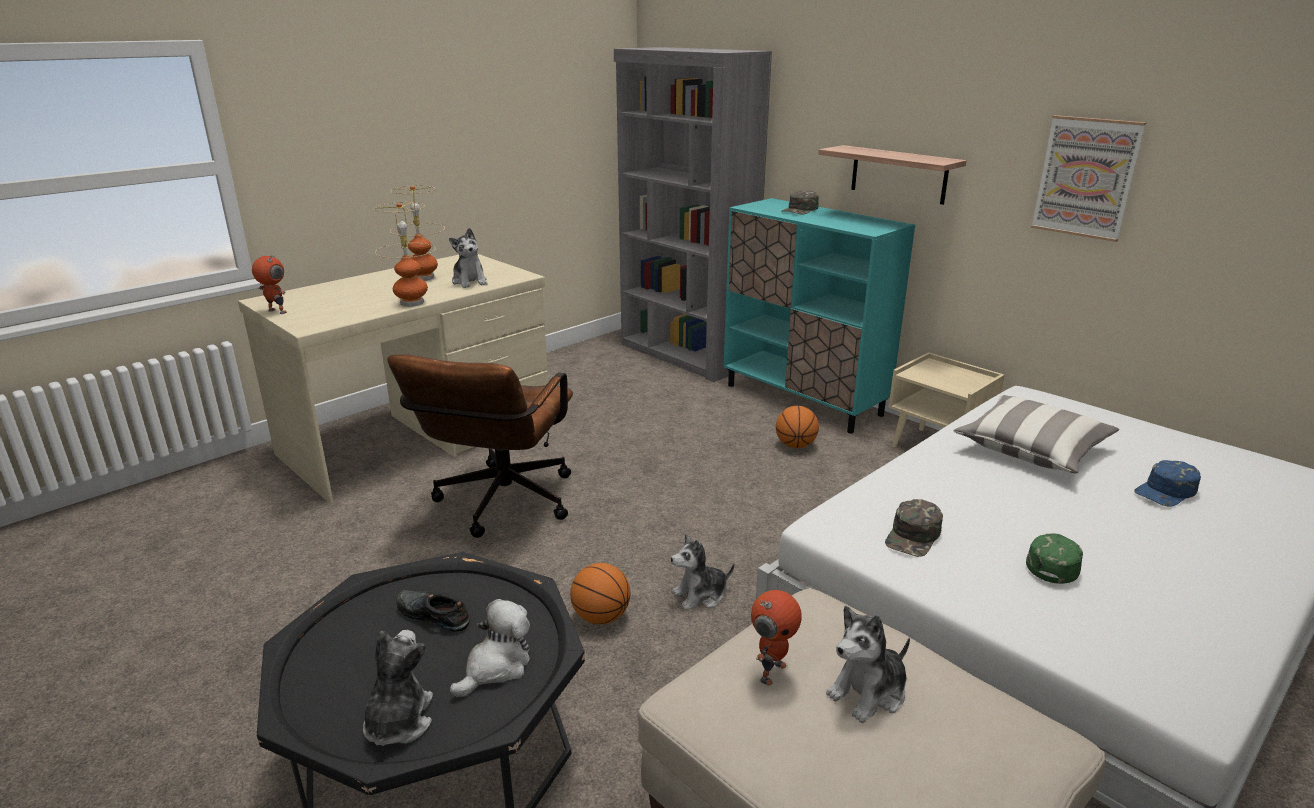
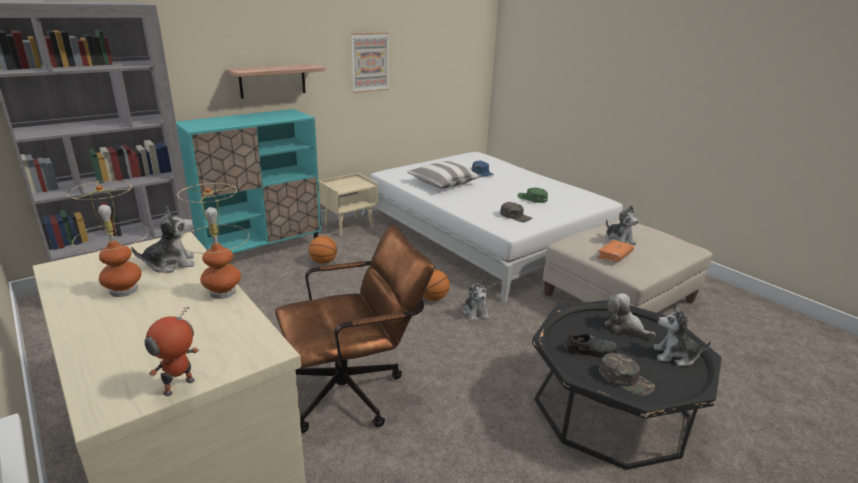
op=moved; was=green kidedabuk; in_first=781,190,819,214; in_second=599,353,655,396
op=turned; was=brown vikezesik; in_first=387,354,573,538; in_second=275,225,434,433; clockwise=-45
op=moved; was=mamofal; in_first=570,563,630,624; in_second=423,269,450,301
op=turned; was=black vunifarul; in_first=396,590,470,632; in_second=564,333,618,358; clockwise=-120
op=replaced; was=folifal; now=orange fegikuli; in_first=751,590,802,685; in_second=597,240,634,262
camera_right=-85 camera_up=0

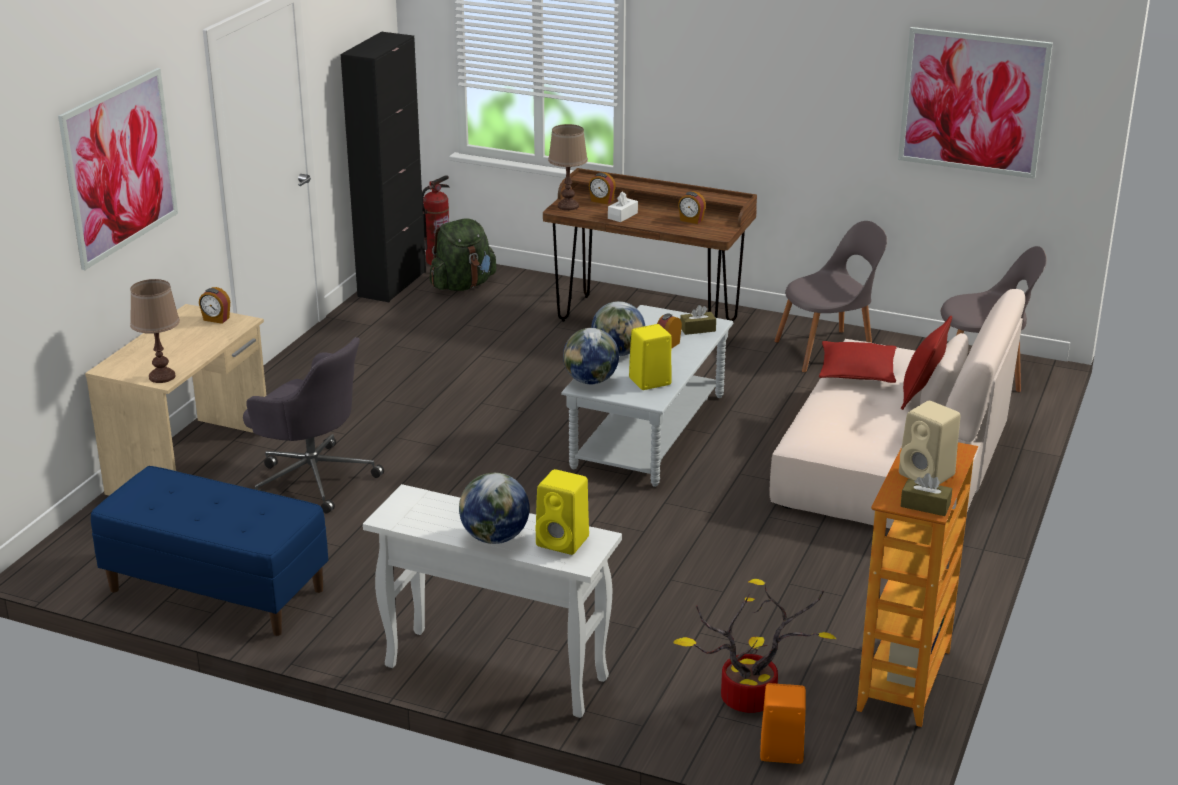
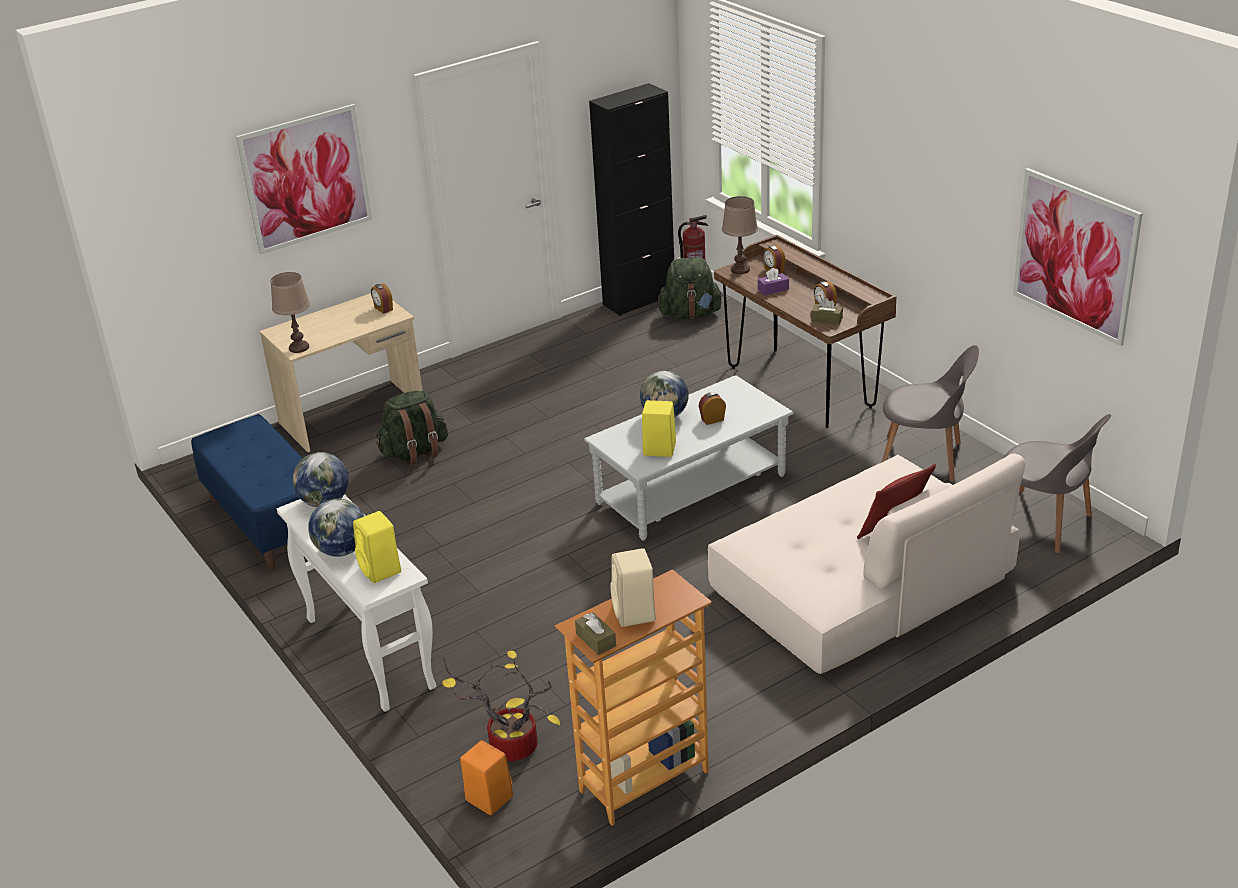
op=recoloured; was=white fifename; now=purple fifename; in_first=608,191,638,222; in_second=758,268,789,295
op=moved; was=brown fifename; in_first=680,305,716,335; in_second=811,298,843,325
op=moved; was=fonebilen; in_first=563,328,619,384; in_second=293,452,349,507
op=replaced; was=grey vikezesik; now=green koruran; in_first=243,337,384,513; in_second=376,391,448,466
op=removed; was=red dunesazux; in_first=819,341,897,383
camera_right=35 camera_up=5

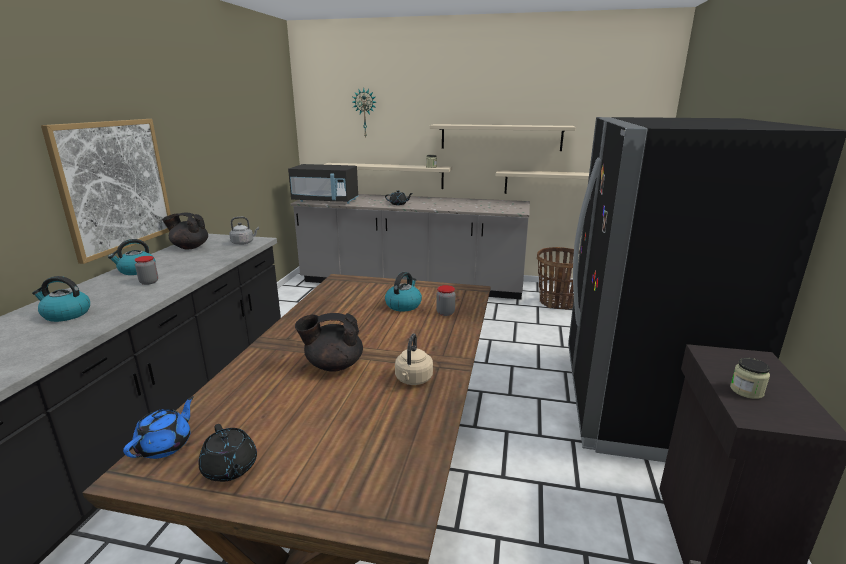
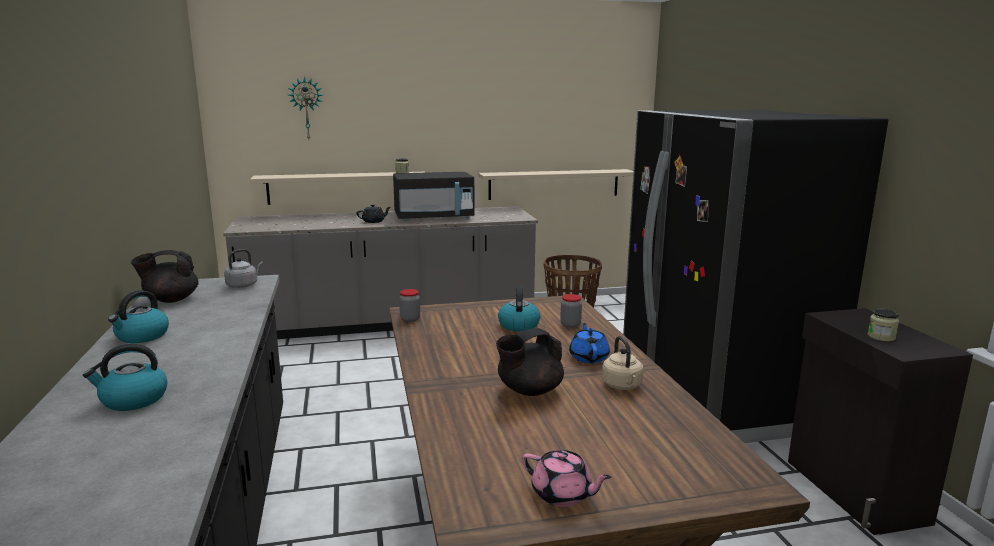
op=removed; was=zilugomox; in_first=41,119,171,264
op=removed; was=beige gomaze; in_first=430,124,576,151
op=moved; was=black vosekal; in_first=288,164,359,204; in_second=393,172,475,221
op=moved; was=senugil; in_first=135,256,158,285; in_second=399,289,420,322
op=moved; was=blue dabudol; in_first=123,396,194,459; in_second=569,323,610,363
op=recoloured; was=black dabudol; now=pink dabudol; in_first=198,424,257,482; in_second=522,450,612,507
camera_right=-25 camera_up=-5

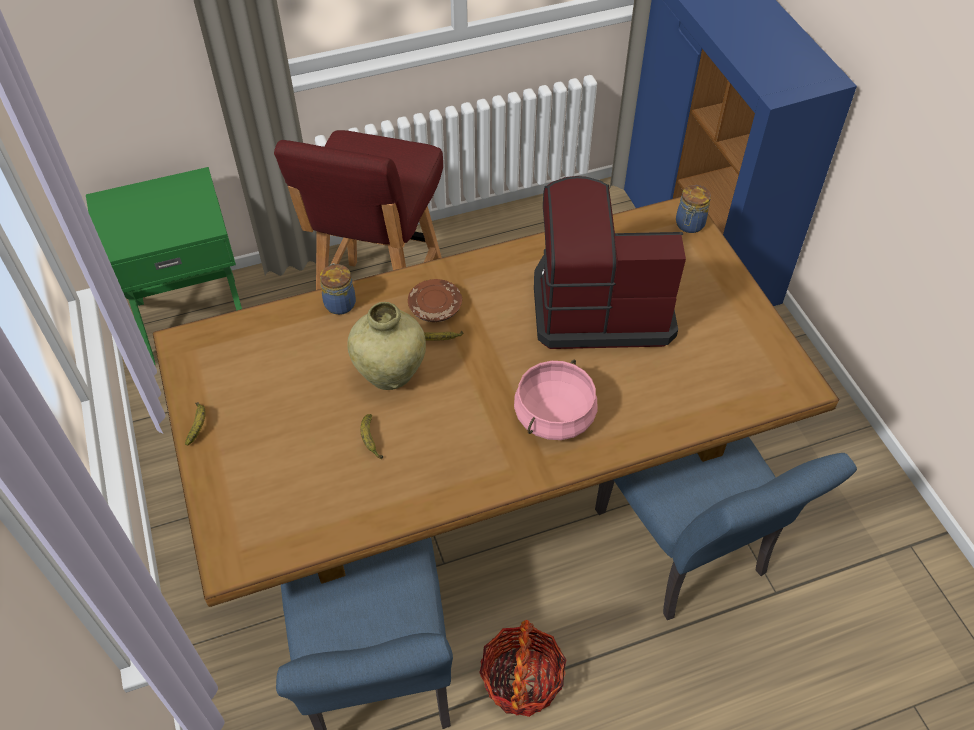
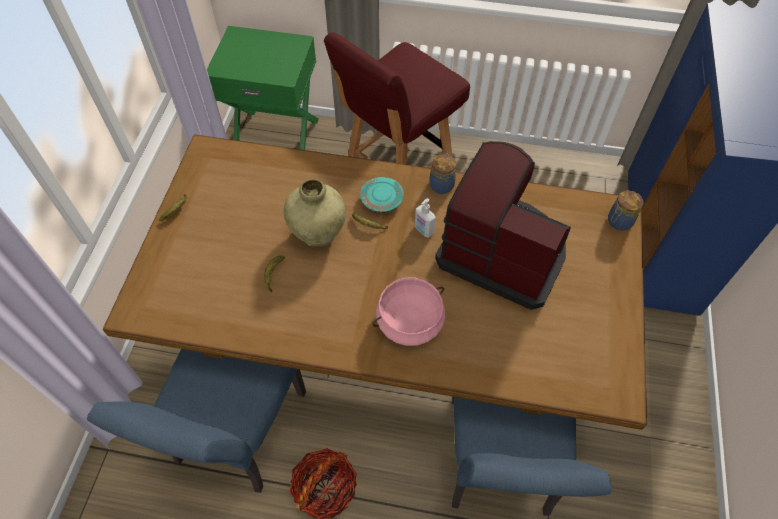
op=moved; was=senugil; in_first=320,263,356,315; in_second=429,153,456,194
op=recoloured; was=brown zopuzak; now=turquoise zopuzak; in_first=408,279,462,322; in_second=360,177,404,213
op=added; now=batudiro; in_second=415,198,436,238
camera_right=30 camera_up=5

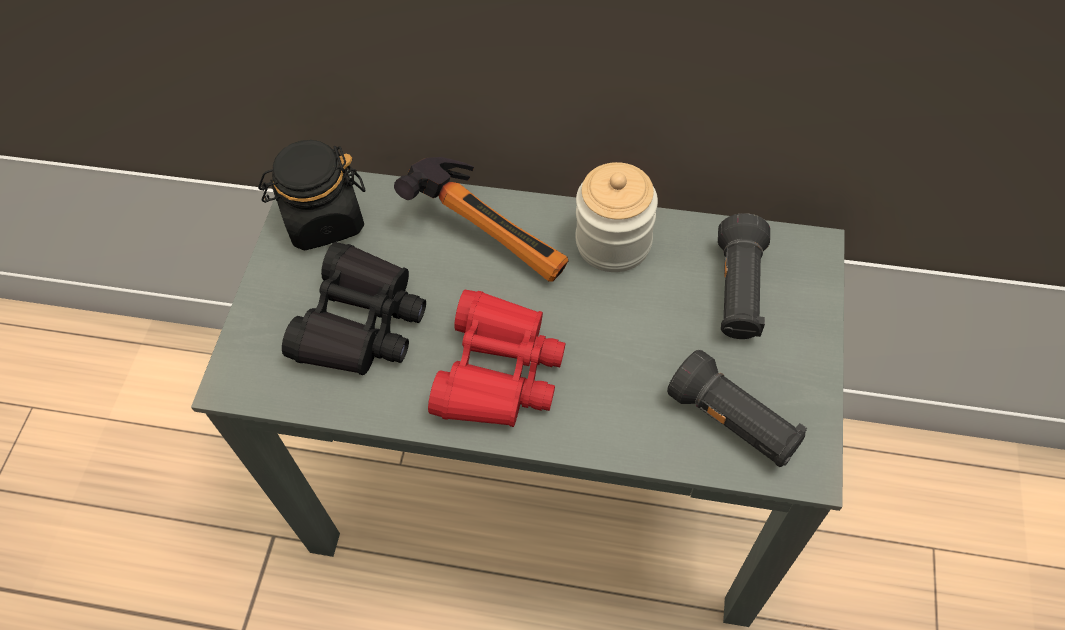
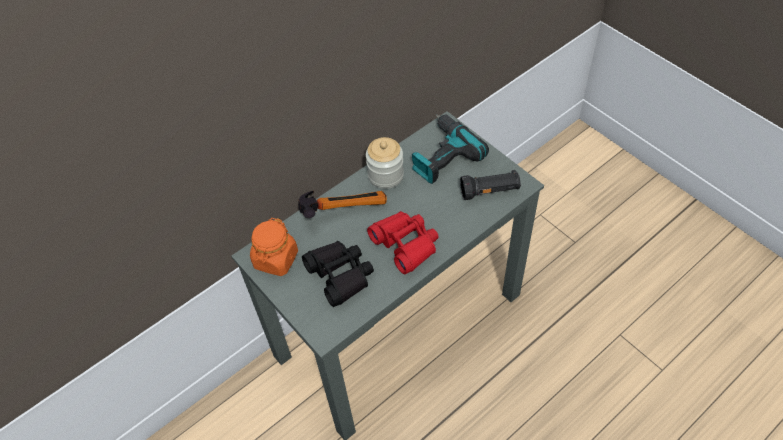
op=recoloured; was=black senugil; now=orange senugil; in_first=258,140,365,250; in_second=250,218,298,276
op=replaced; was=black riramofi; now=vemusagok; in_first=718,213,770,339; in_second=412,115,489,184
camera_right=-50 camera_up=-5

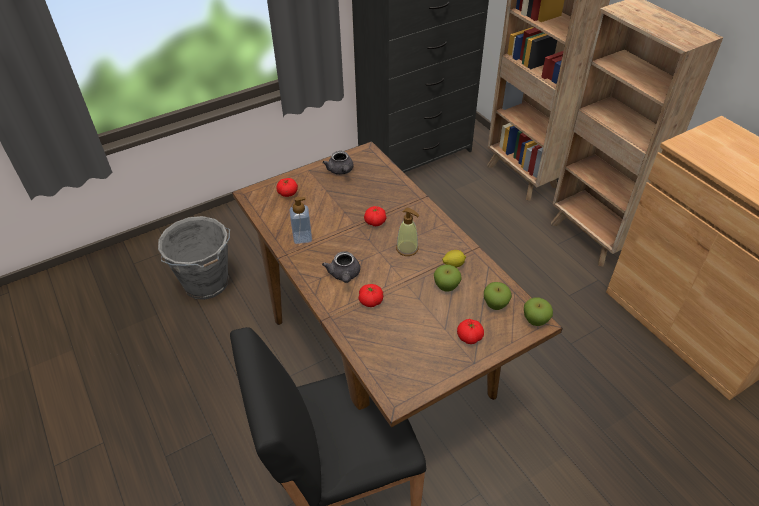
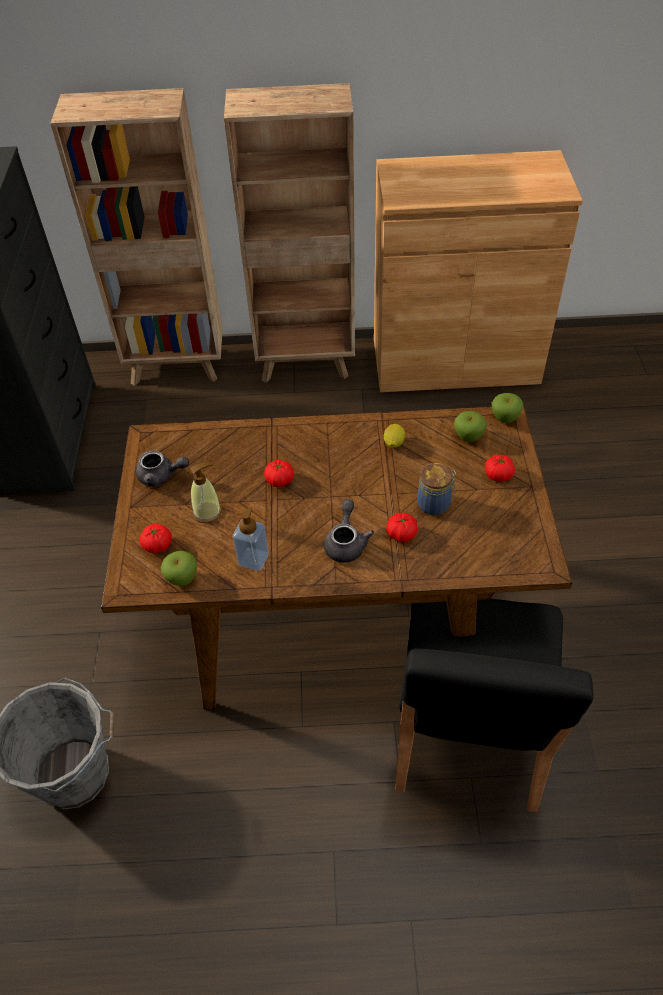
op=moved; was=batudiro; in_first=396,207,420,256; in_second=190,462,222,523
op=turned; was=grey dabudol; in_first=322,252,360,283; in_second=324,499,374,563; clockwise=-105
op=moved; was=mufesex; in_first=434,265,462,291; in_second=160,551,197,586
op=added; now=senugil; in_second=417,463,456,515
camera_right=-60 camera_up=5

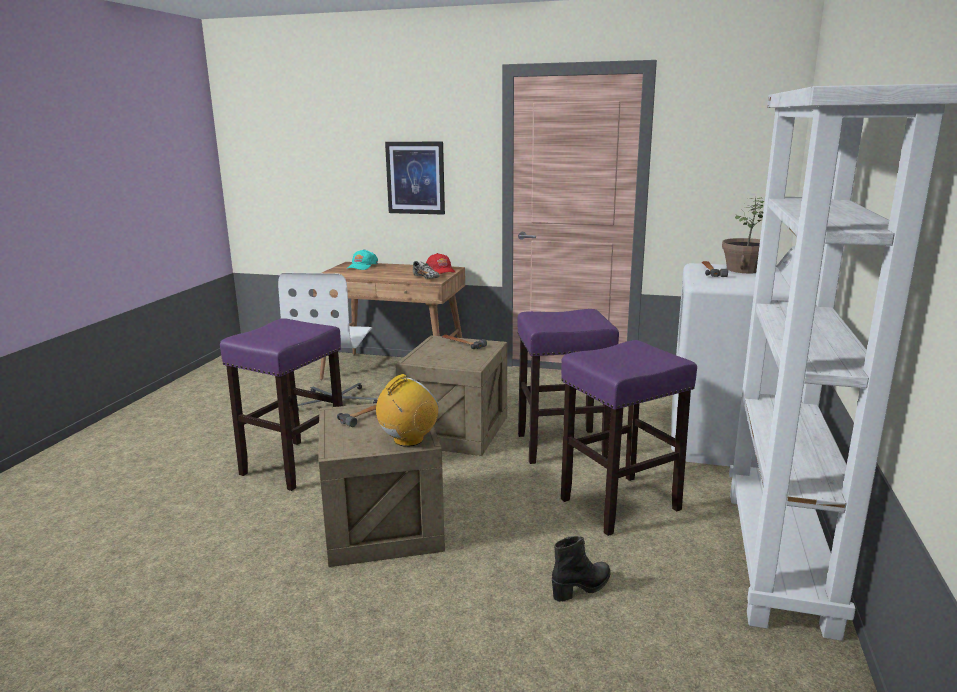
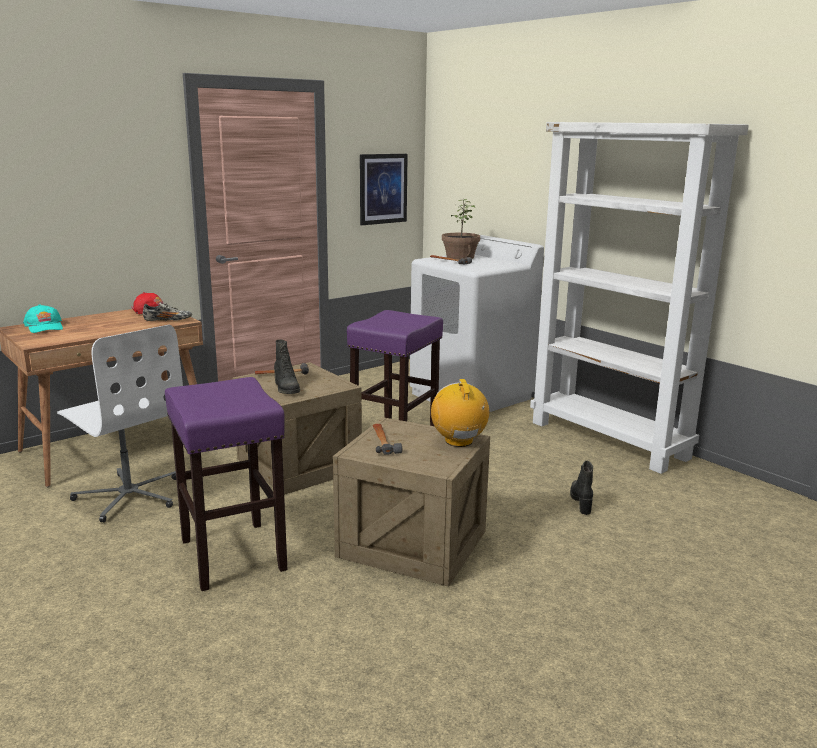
op=moved; was=zilugomox; in_first=385,142,445,215; in_second=360,154,408,225
op=removed; was=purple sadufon; in_first=561,340,697,536
op=added; now=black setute; in_second=274,340,300,394
camera_right=-55 camera_up=0

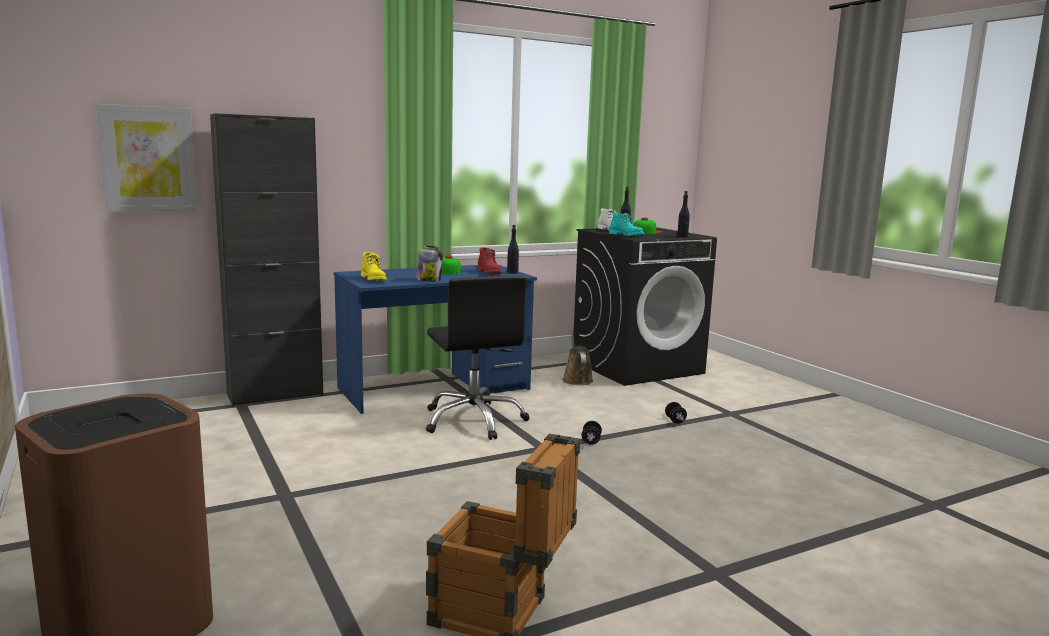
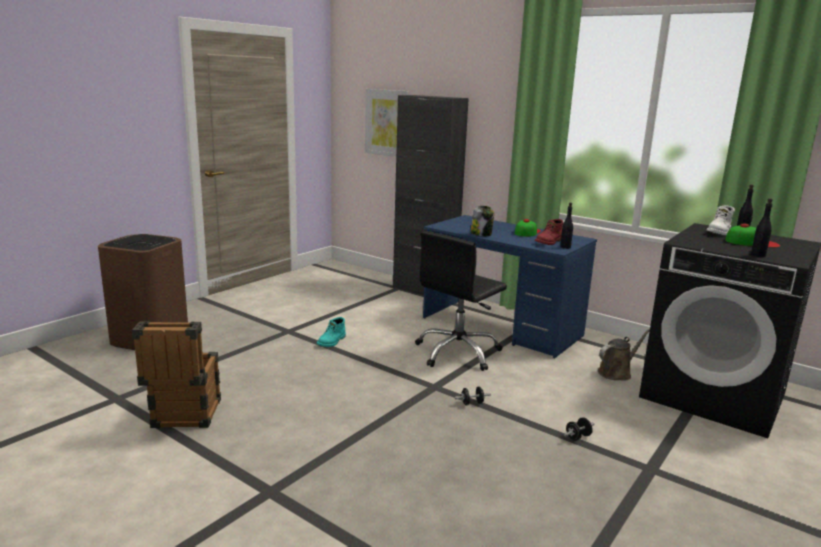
op=moved; was=turquoise setute; in_first=609,213,644,236; in_second=317,317,346,347
op=removed; was=yellow setute; in_first=361,252,387,281
camera_right=65 camera_up=5

